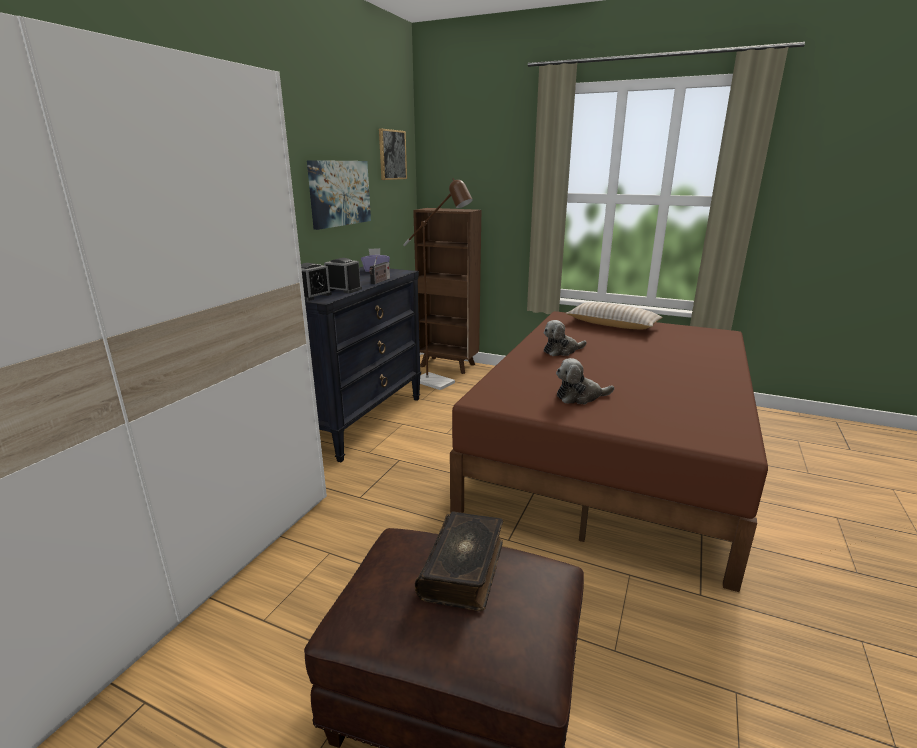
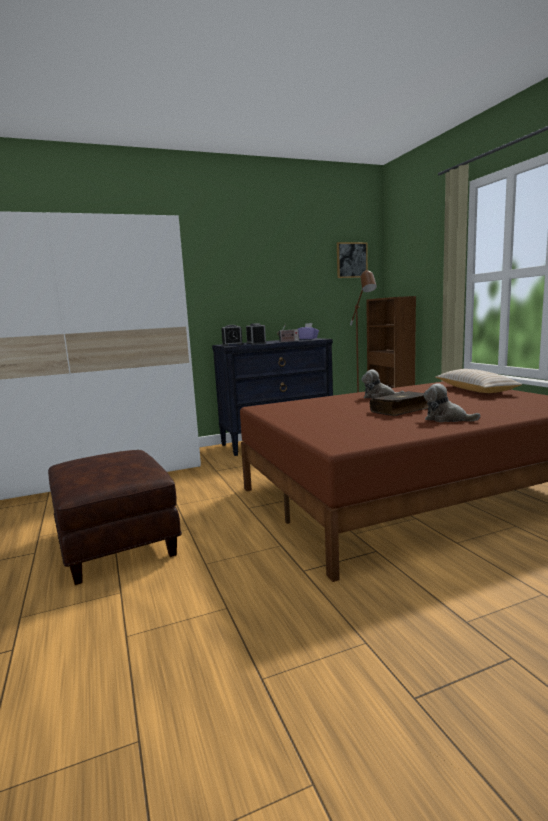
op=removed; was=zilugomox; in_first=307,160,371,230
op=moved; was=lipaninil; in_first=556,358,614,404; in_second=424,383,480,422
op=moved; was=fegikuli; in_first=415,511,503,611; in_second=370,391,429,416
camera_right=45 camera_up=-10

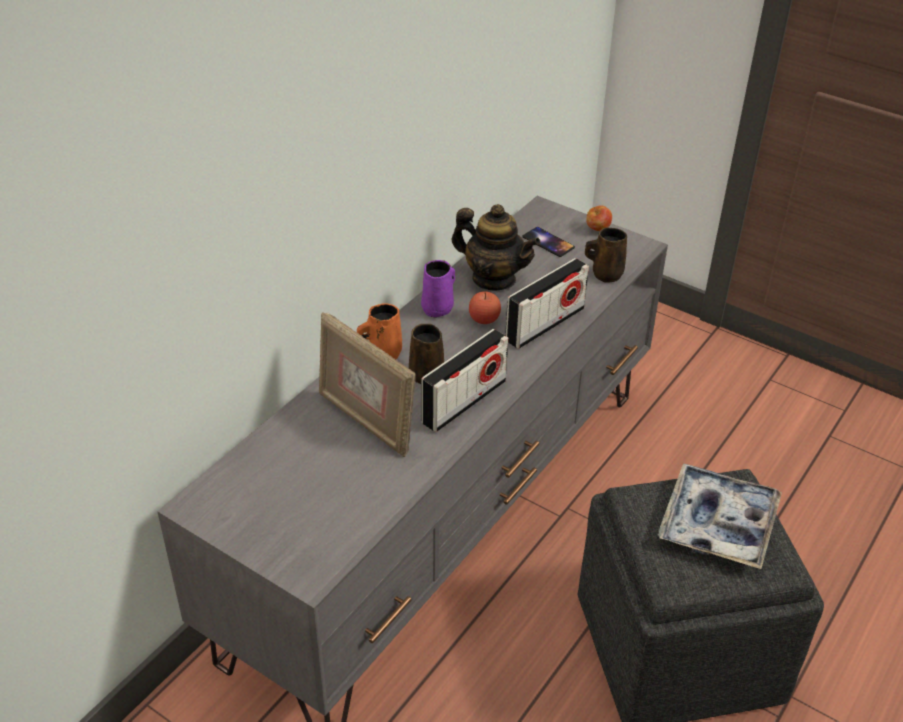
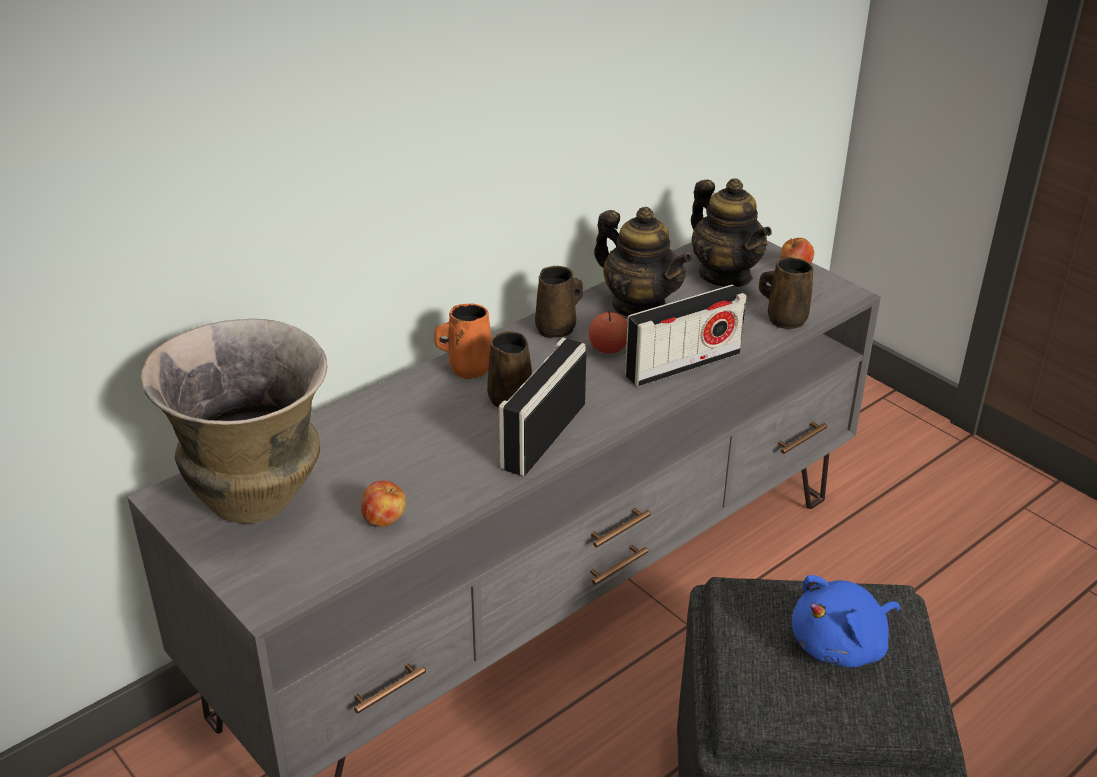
op=replaced; was=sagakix; now=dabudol; in_first=523,227,575,257; in_second=691,178,772,287
op=recoloured; was=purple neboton; now=brown neboton; in_first=421,260,455,317; in_second=535,266,583,338
op=removed; was=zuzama; in_first=319,312,416,457
op=turned; was=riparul; in_first=421,329,508,432; in_second=499,338,586,476; clockwise=150
op=replaced; was=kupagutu; now=blue lipaninil; in_first=658,463,782,569; in_second=792,575,900,667
op=added; now=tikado; in_second=141,319,328,524
op=added; now=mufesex; in_second=361,481,406,527
camera_right=15 camera_up=-5

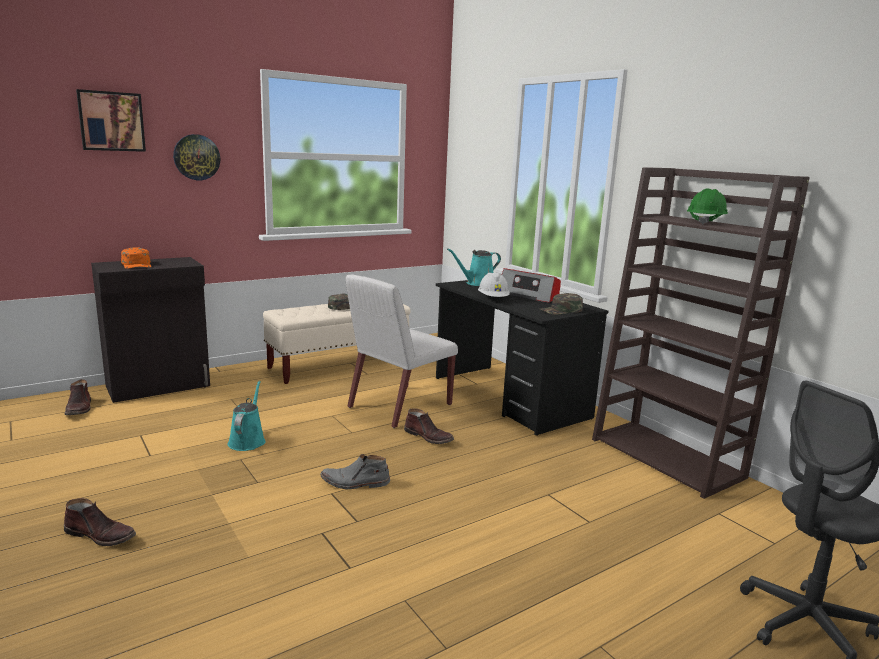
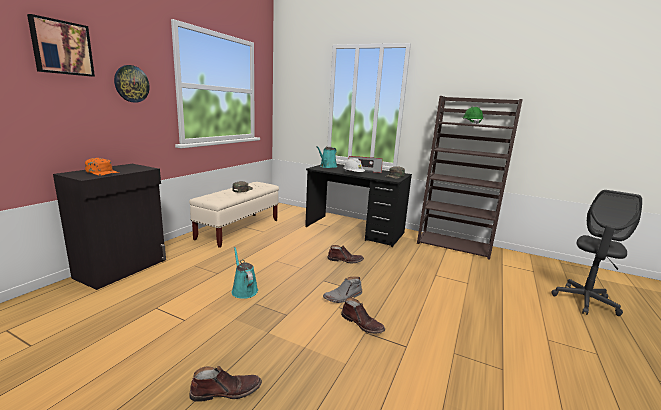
op=removed; was=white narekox; in_first=345,274,458,428
op=moved; was=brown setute; in_first=65,379,91,415; in_second=341,298,385,334
camera_right=-30 camera_up=0

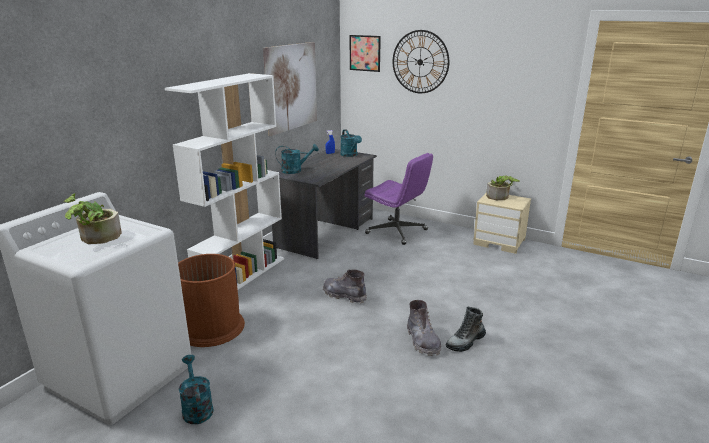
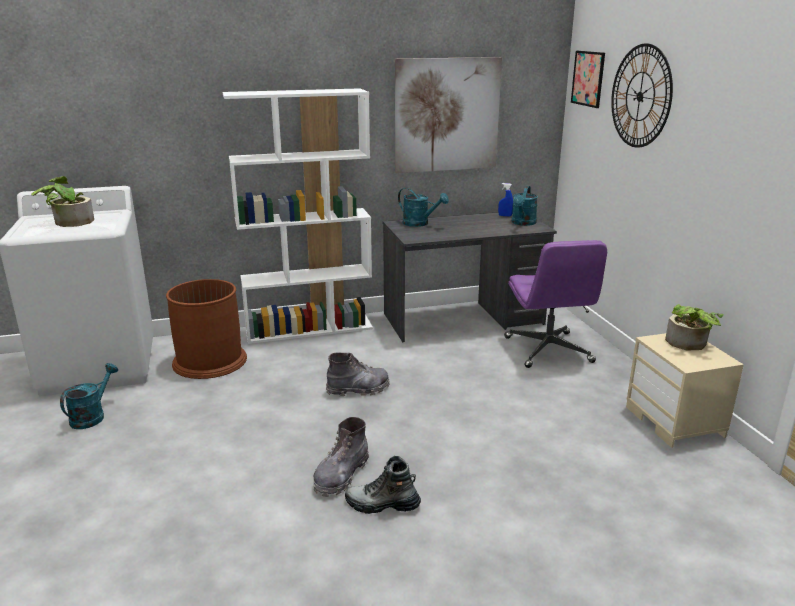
op=turned; was=grey setute; in_first=323,269,367,304; in_second=326,352,390,396; clockwise=90
camera_right=45 camera_up=0

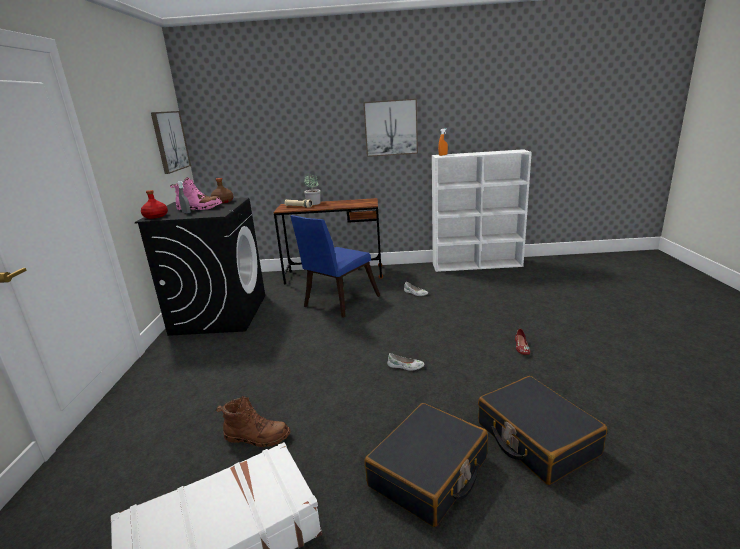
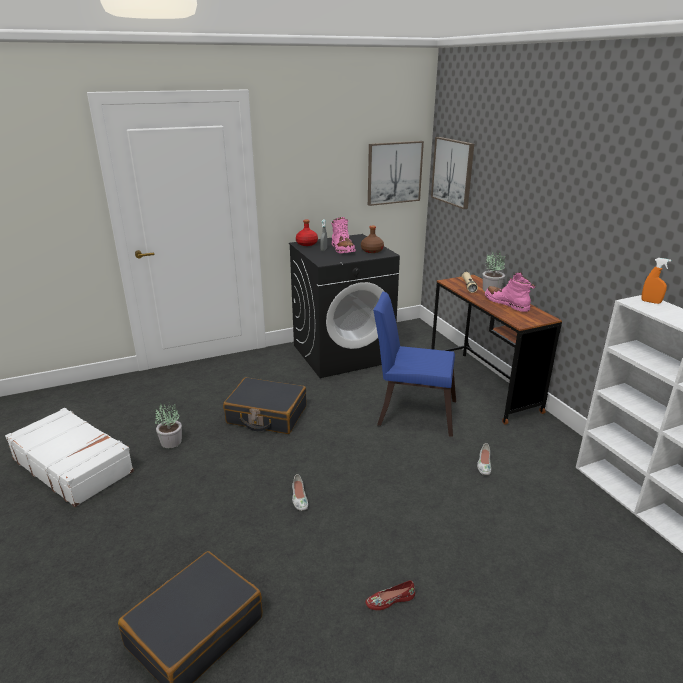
op=moved; was=zilugomox; in_first=363,98,418,157; in_second=431,137,474,209
op=replaced; was=brown setute; now=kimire; in_first=216,396,290,447; in_second=155,403,182,448
op=moved; was=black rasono; in_first=365,403,488,527; in_second=223,377,307,434
op=added; now=pink setute; in_second=485,272,535,312
camera_right=65 camera_up=5

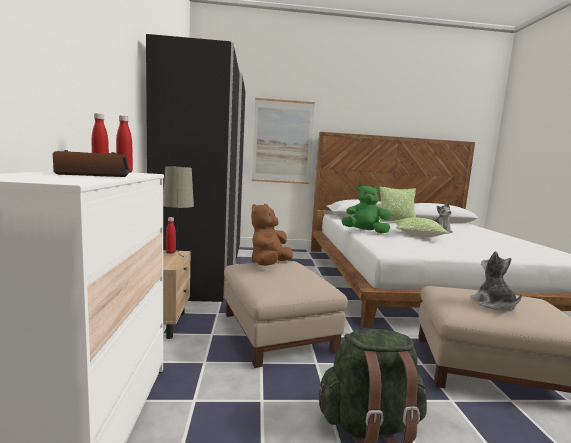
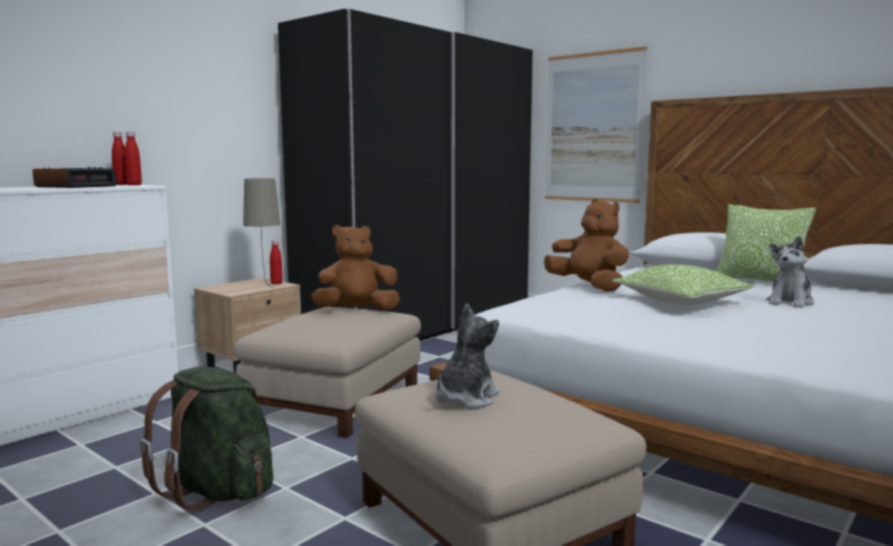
op=recoloured; was=green lipaninil; now=brown lipaninil; in_first=341,185,391,234; in_second=544,199,629,292
camera_right=45 camera_up=0

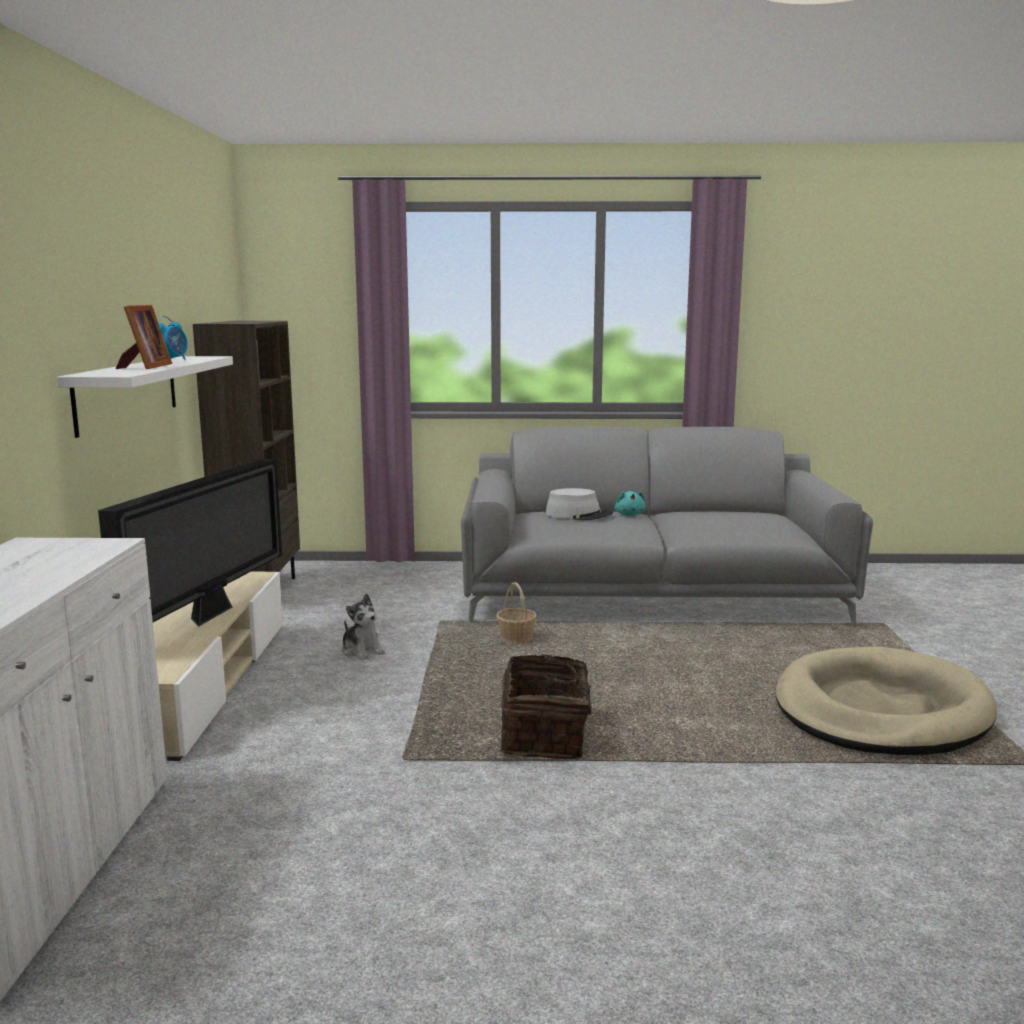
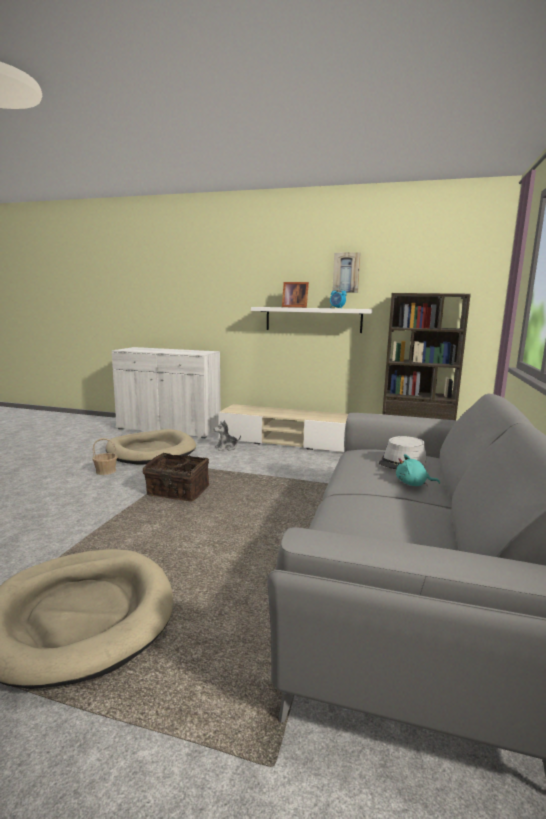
op=removed; was=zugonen; in_first=98,459,282,626
op=moved; was=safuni; in_first=496,582,537,644; in_second=92,438,118,475
op=moved; was=lipaninil; in_first=342,593,385,660; in_second=214,420,241,451
op=added; now=zilugomox; in_second=332,252,360,293
op=added; now=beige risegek; in_second=106,429,196,465
camera_right=105 camera_up=0

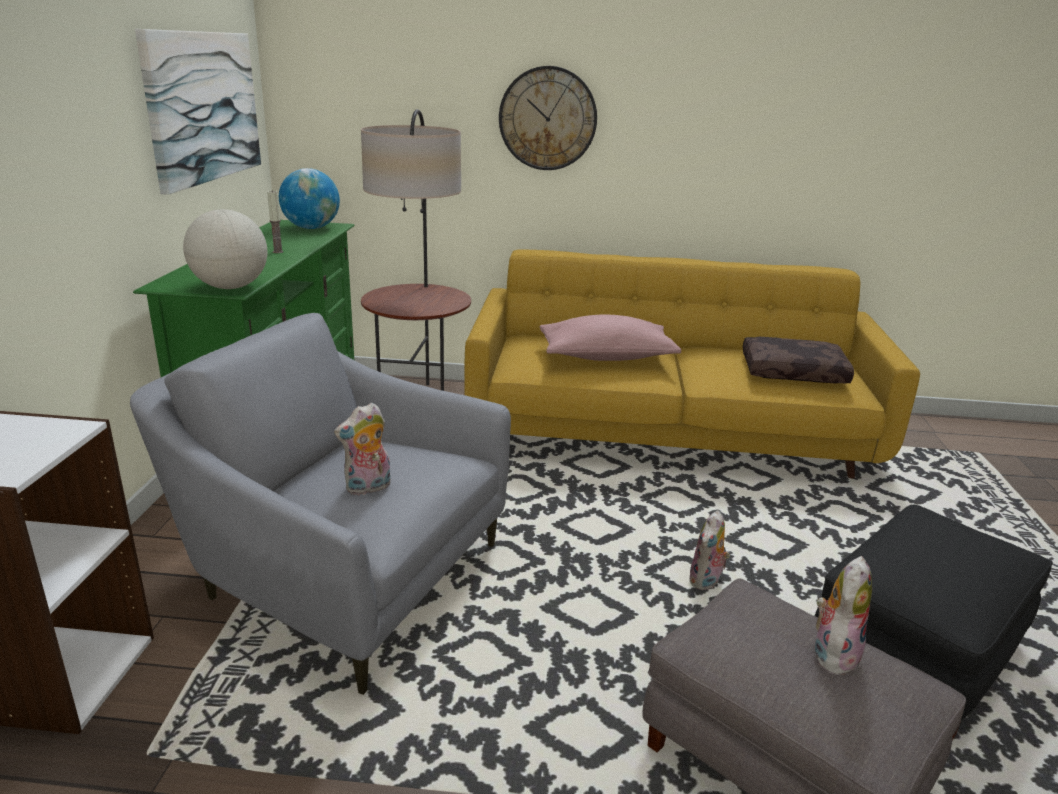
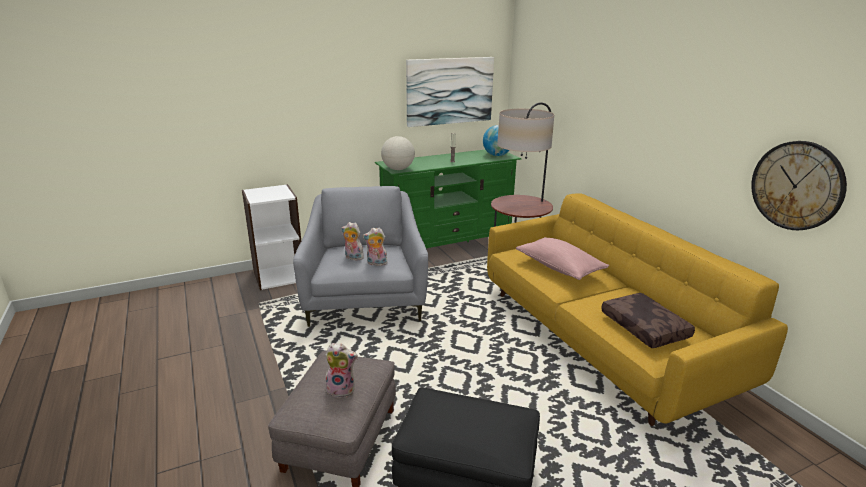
op=moved; was=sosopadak; in_first=499,66,597,170; in_second=751,141,847,230
op=moved; was=lipaninil; in_first=690,510,730,590; in_second=363,227,387,266
camera_right=60 camera_up=0

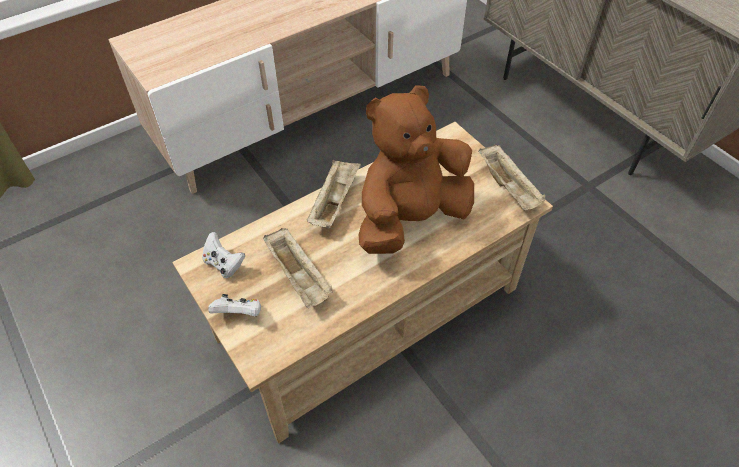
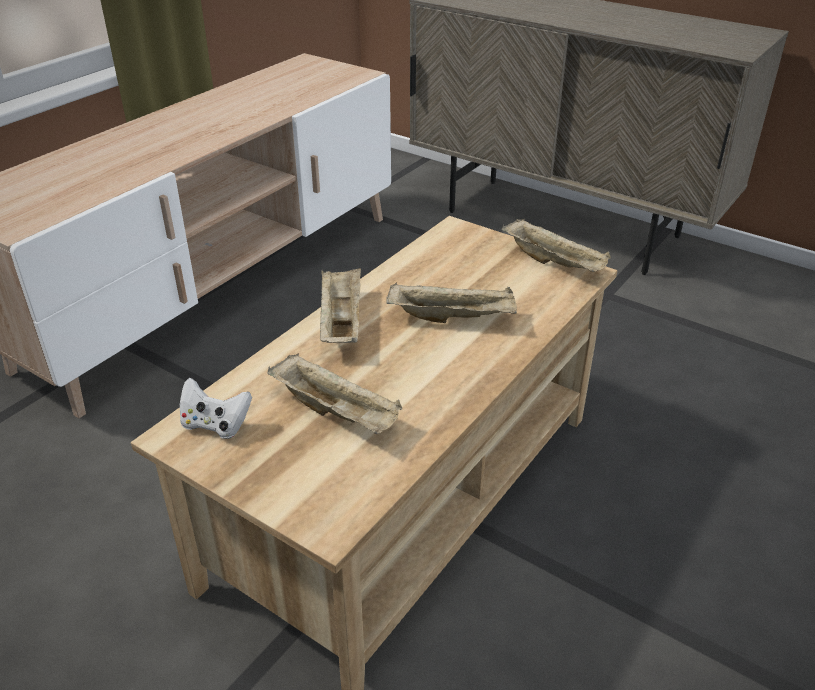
op=replaced; was=brown lipaninil; now=beige kupagutu; in_first=359,85,474,254; in_second=386,282,517,323
op=removed; was=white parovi; in_first=208,294,261,316
camera_right=-20 camera_up=-15

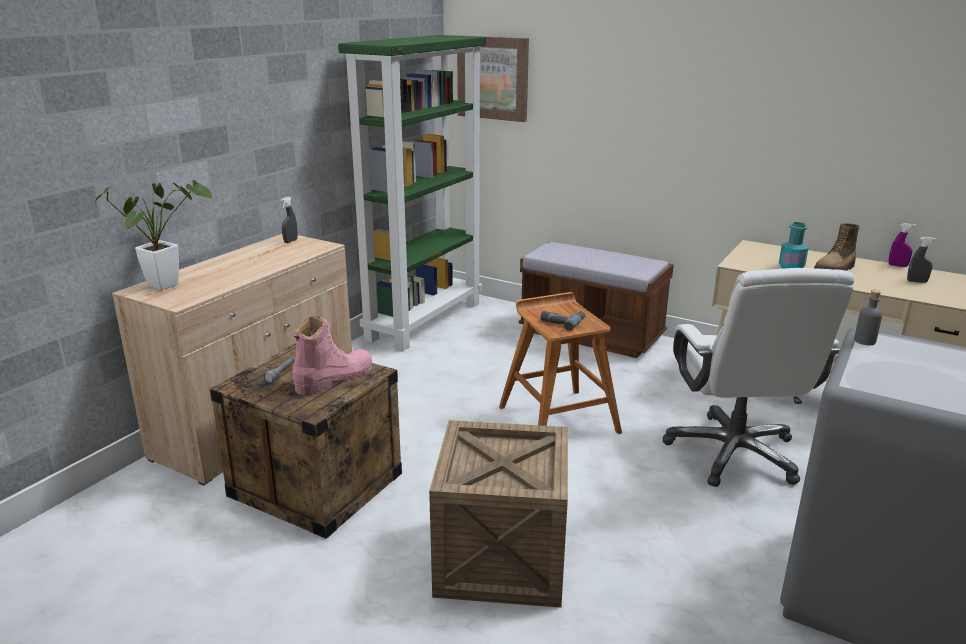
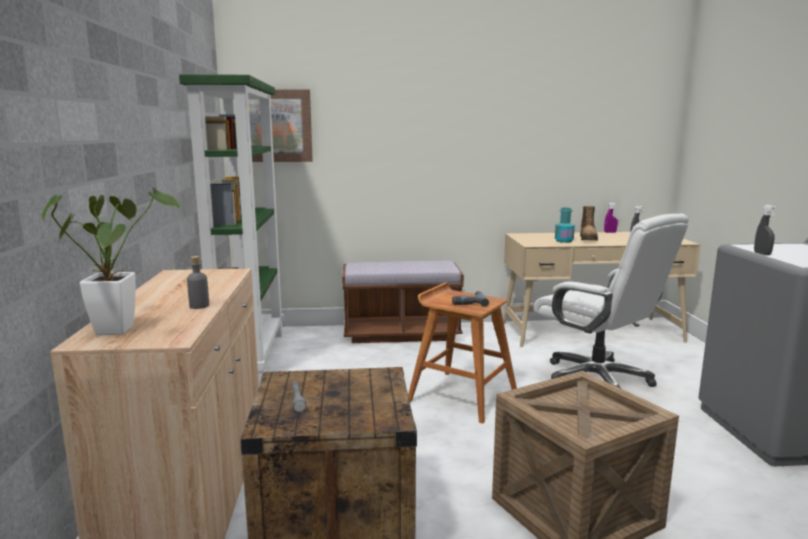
op=moved; was=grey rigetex; in_first=281,197,298,243; in_second=754,205,777,255
op=moved; was=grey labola; in_first=854,290,882,345; in_second=187,256,209,309
op=removed; was=pink setute; in_first=292,316,372,395
camera_right=-35 camera_up=-10

